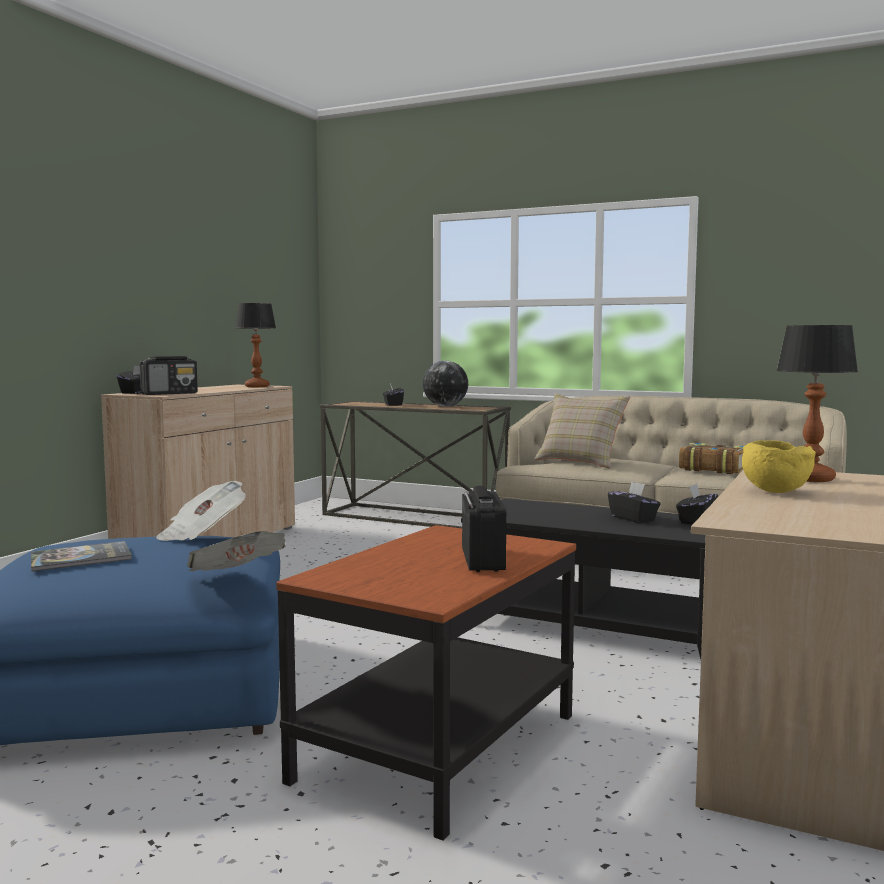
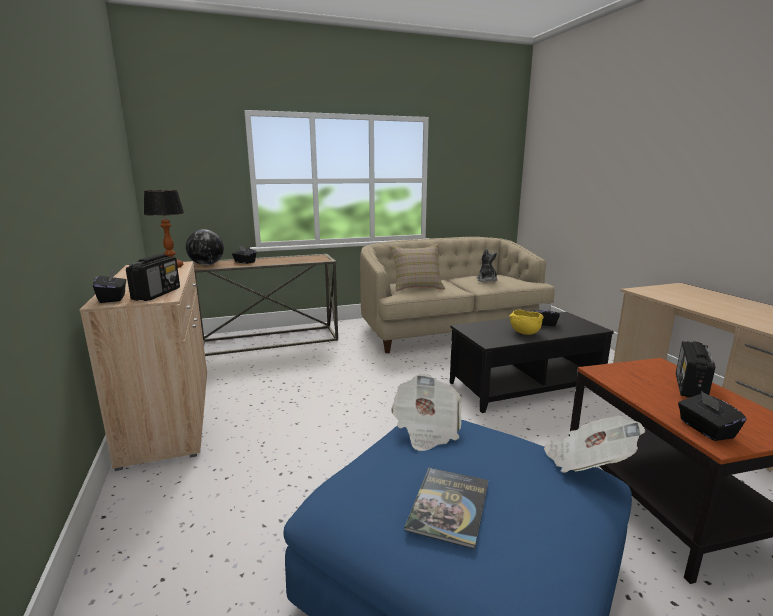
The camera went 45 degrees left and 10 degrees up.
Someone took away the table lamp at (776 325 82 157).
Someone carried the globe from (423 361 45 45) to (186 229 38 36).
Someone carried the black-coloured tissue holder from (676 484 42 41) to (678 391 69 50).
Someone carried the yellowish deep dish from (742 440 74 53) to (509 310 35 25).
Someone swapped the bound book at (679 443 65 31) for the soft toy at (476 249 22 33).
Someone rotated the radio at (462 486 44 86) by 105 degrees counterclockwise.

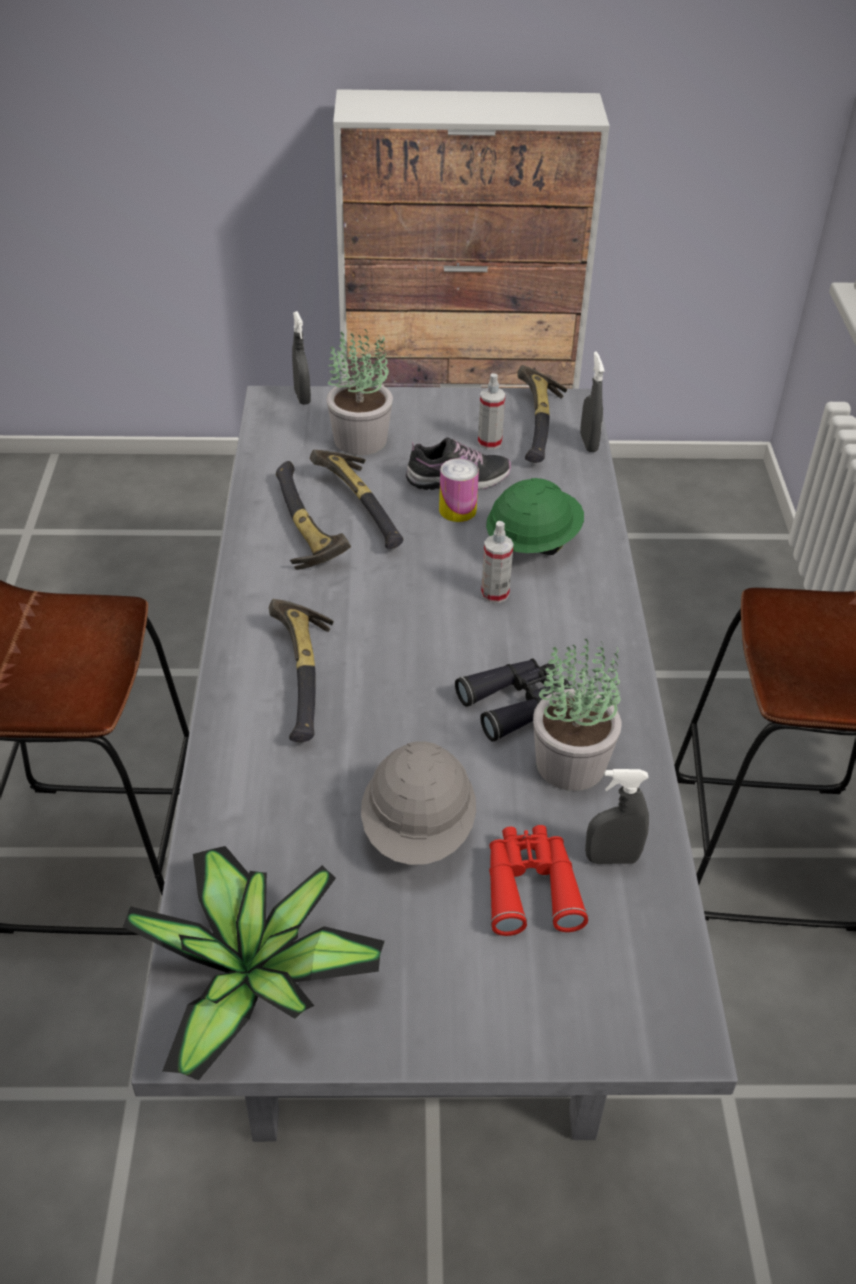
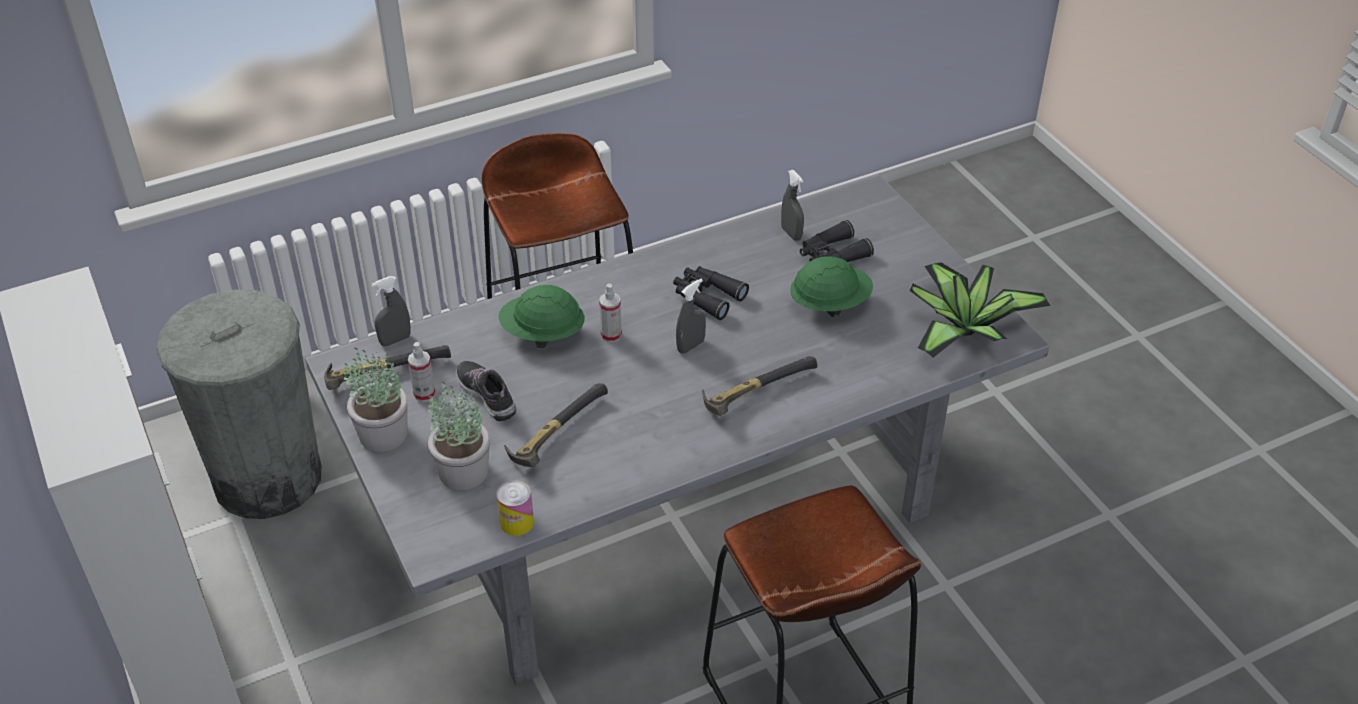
The camera went 115 degrees left and 0 degrees up.
Someone took away the hand hammer at (276 461 75 109).
Someone put down the gray rubbish bin at (156 289 166 230).
Someone carried the gray sprayer from (292 311 19 94) to (676 279 30 75).
Someone carried the sealed can from (439 458 40 64) to (496 480 38 56).
Someone carried the plant in a pot from (533 638 88 153) to (344 347 64 105).
Someone repainted the gray hard hat at (361 741 115 124), which became the green-coloured hard hat at (790 256 83 61).
Someone repainted the reddish field glasses at (489 825 99 111), which became the black-coloured field glasses at (800 220 74 42).

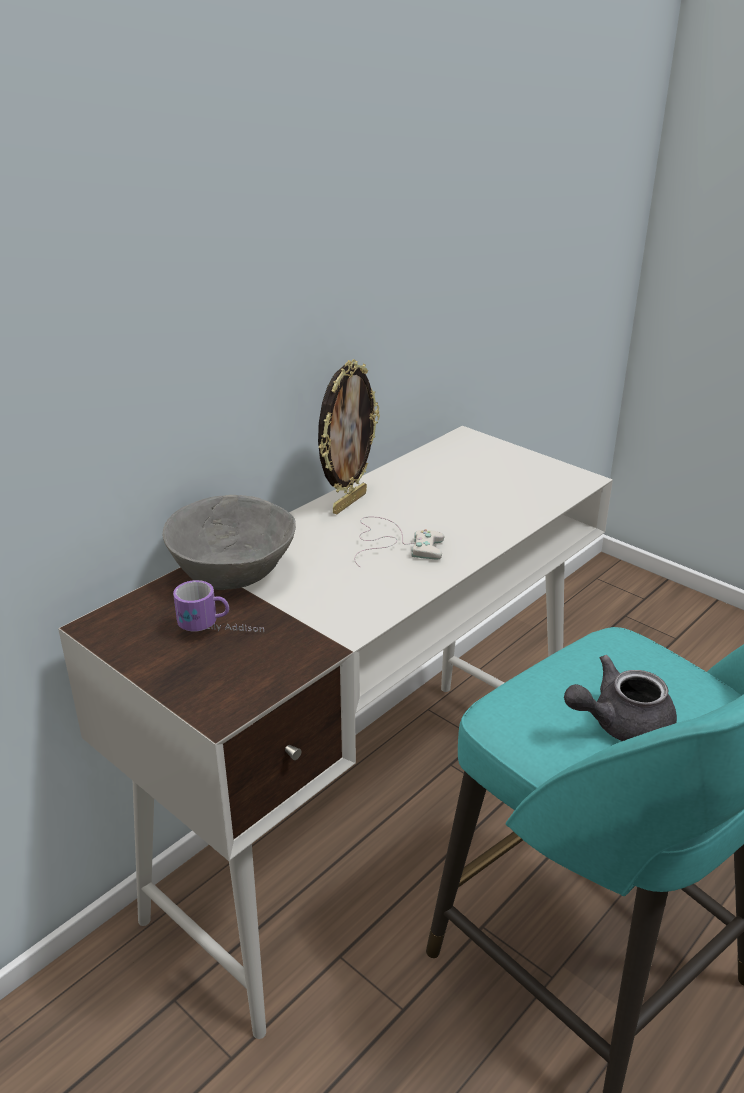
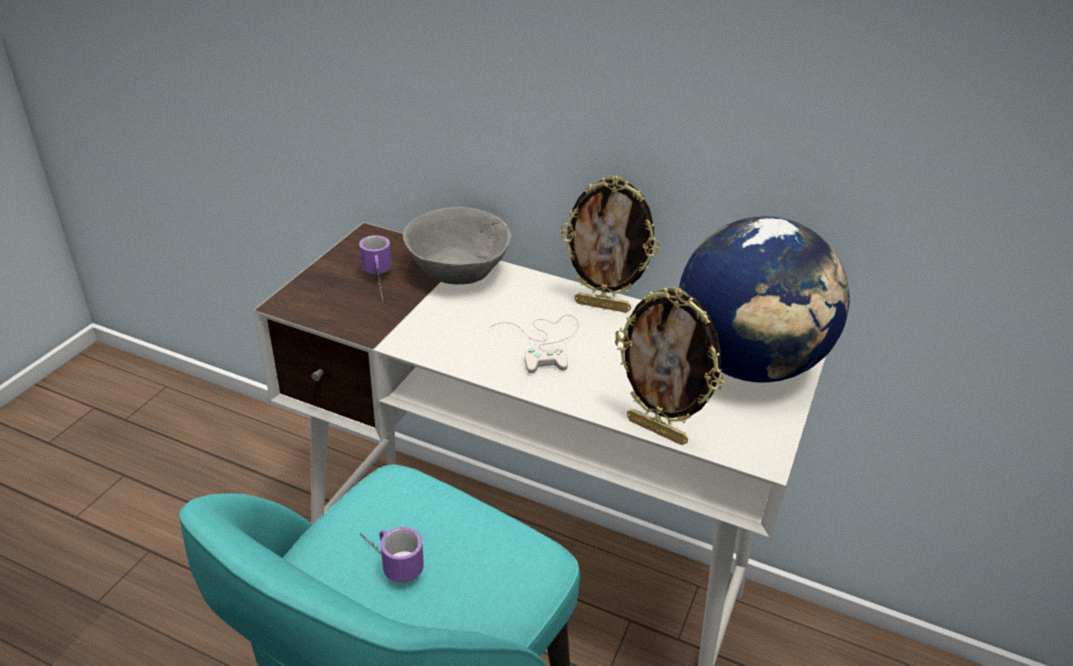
The camera went 70 degrees right and 5 degrees up.
Someone put down the picture frame at (615 287 109 158).
Someone put down the globe at (679 216 170 167).
Someone swapped the gray pot for tea at (564 655 113 86) for the mug at (360 527 64 56).

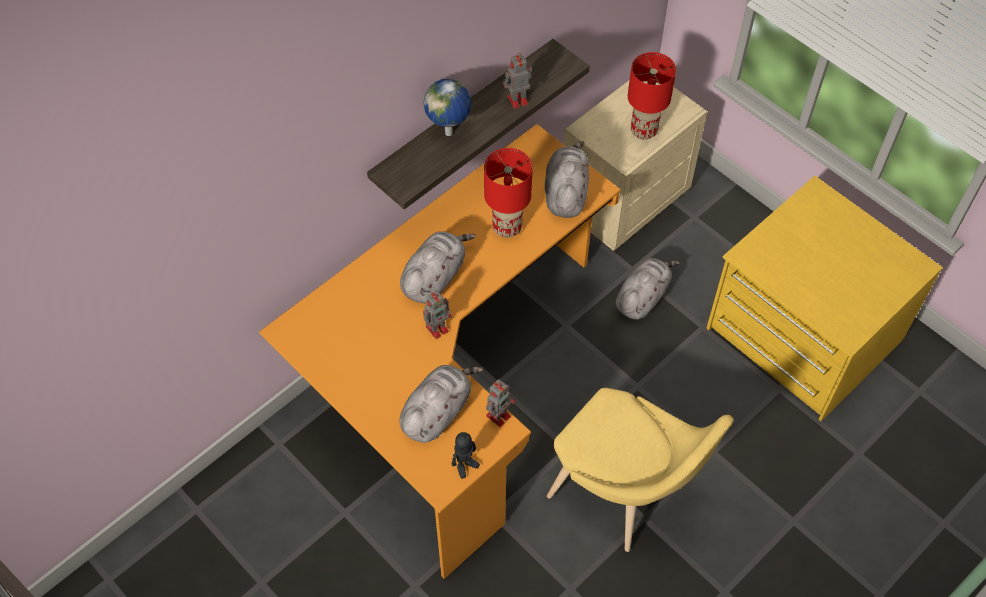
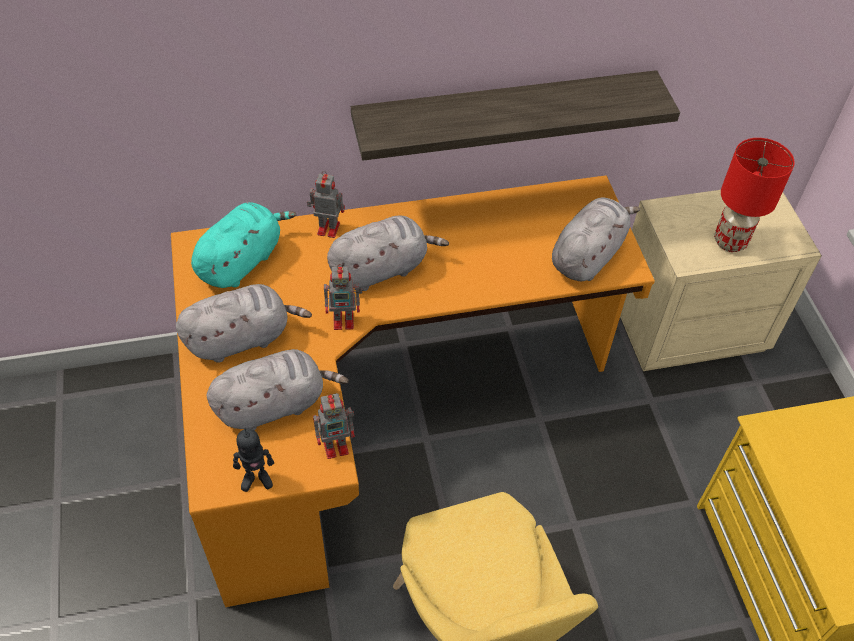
The camera went 30 degrees right and 5 degrees down.
Someone took away the globe at (423 79 48 57).
Someone took away the reddish table lamp at (484 148 49 90).
Someone put down the turquoise-coloured soft toy at (191 202 105 86).
Someone carried the robot figure from (503 53 29 56) to (307 171 38 67).
Someone carried the gray soft toy from (616 258 64 62) to (176 284 136 79).

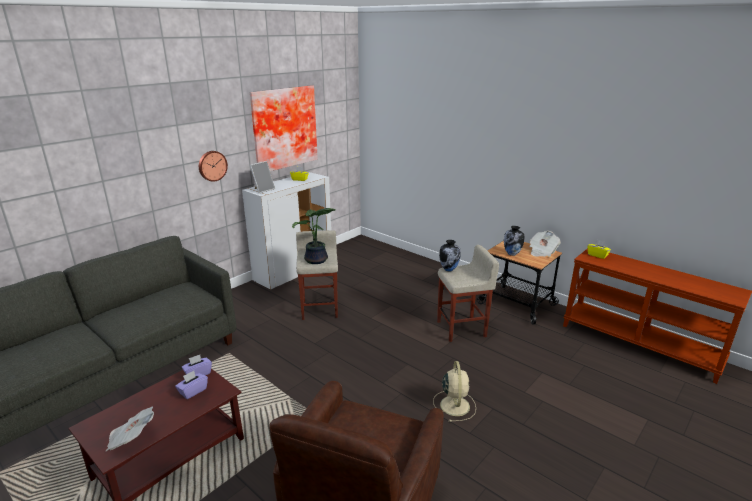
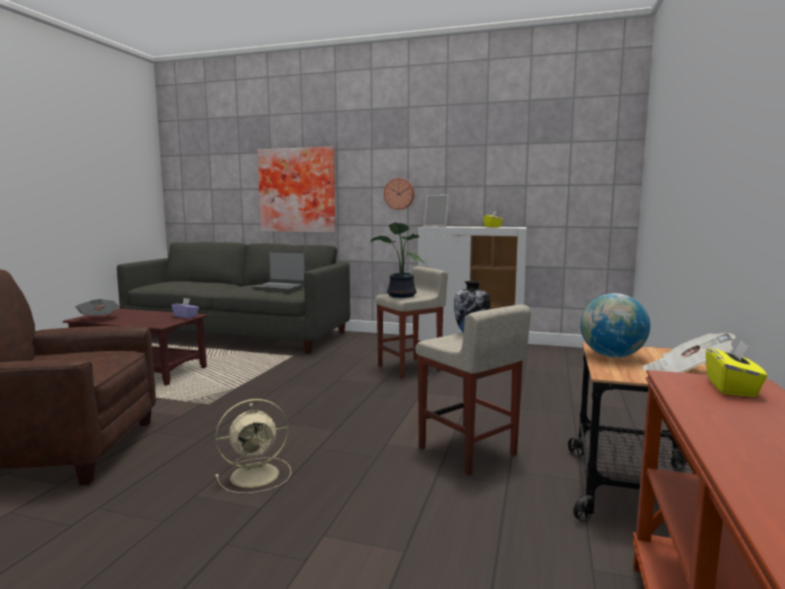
The camera went 65 degrees right and 15 degrees down.
Someone took away the purple tissue holder at (175 371 33 28).
Someone put down the notebook computer at (252 251 54 40).
Someone carried the wall art from (250 85 68 86) to (257 147 78 85).
Someone swapped the flower vase at (504 226 21 30) for the globe at (580 293 70 65).

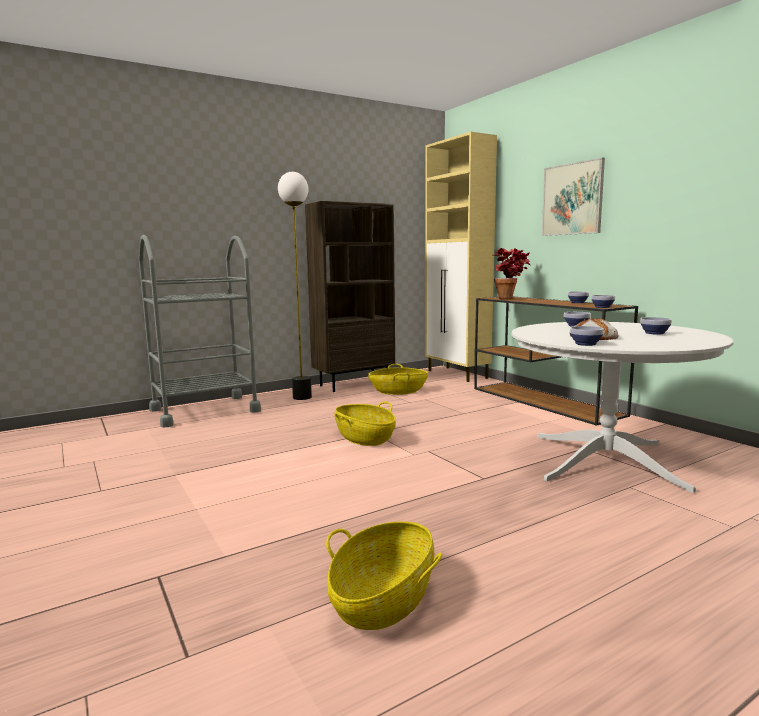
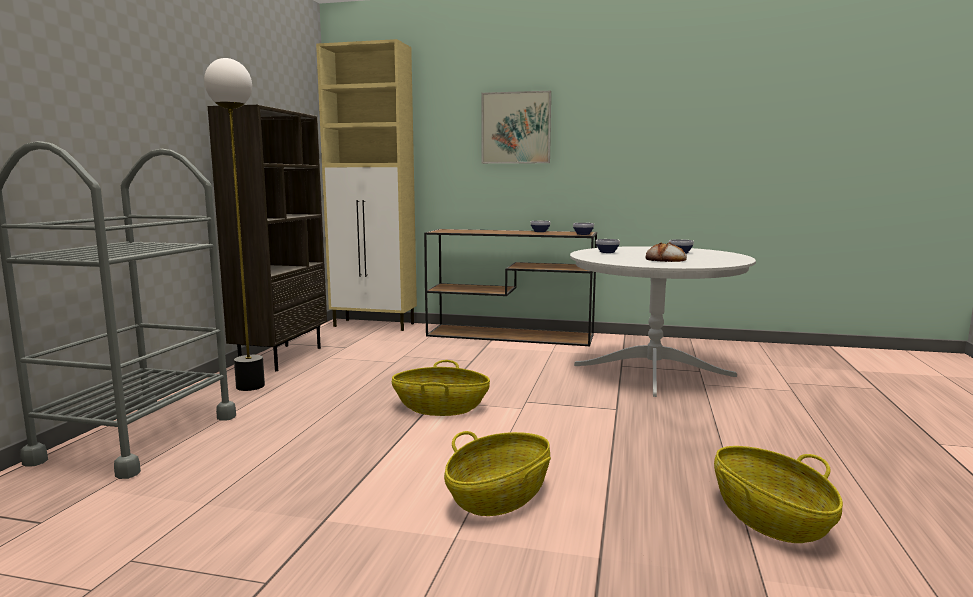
The camera went 45 degrees left and 0 degrees up.
Someone took away the plant in a pot at (493 248 37 51).
Someone took away the deep dish at (570 326 34 20).
Someone carried the household basket from (368 364 60 31) to (444 431 107 85).

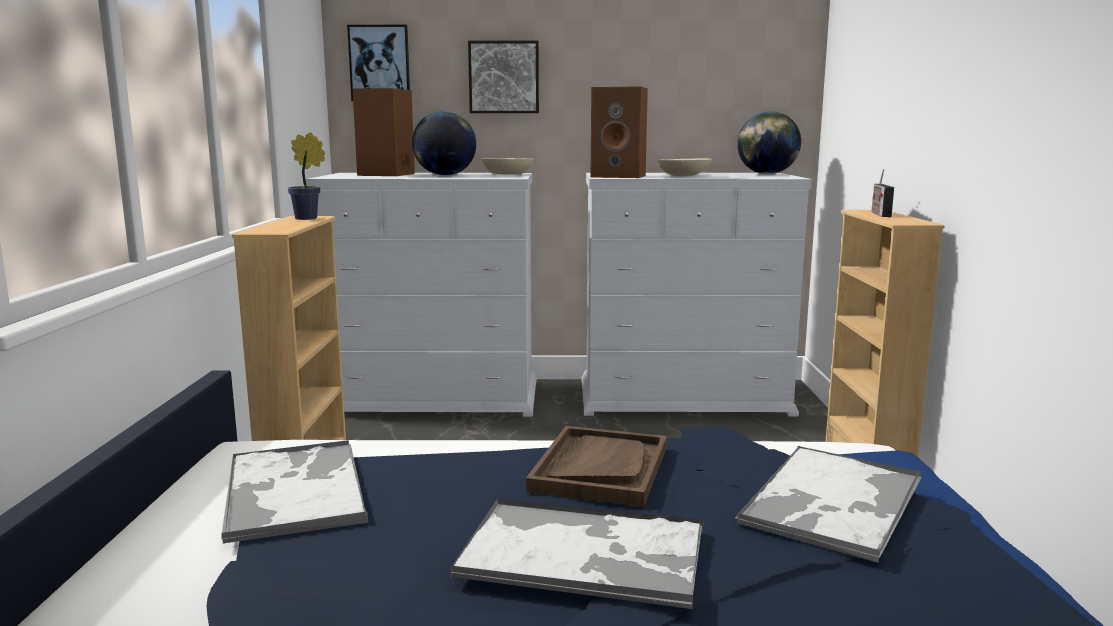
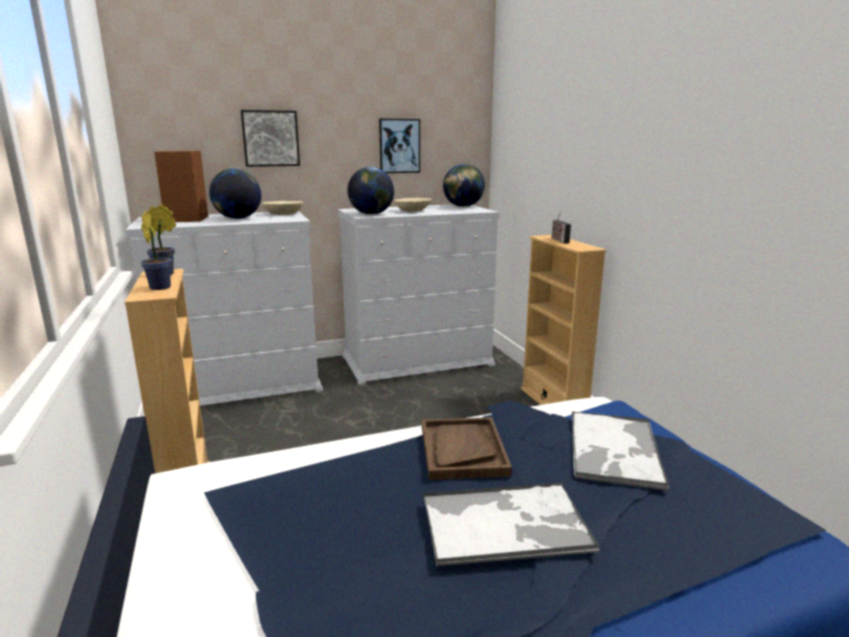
The camera went 20 degrees left and 5 degrees up.
Someone took away the tray at (221 440 147 103).
Someone put down the plant in a pot at (141 211 31 79).
Someone carried the wall art from (347 25 63 76) to (379 119 41 54).
Someone swapped the brown-coloured loudspeaker at (591 86 57 92) for the globe at (347 167 47 48).

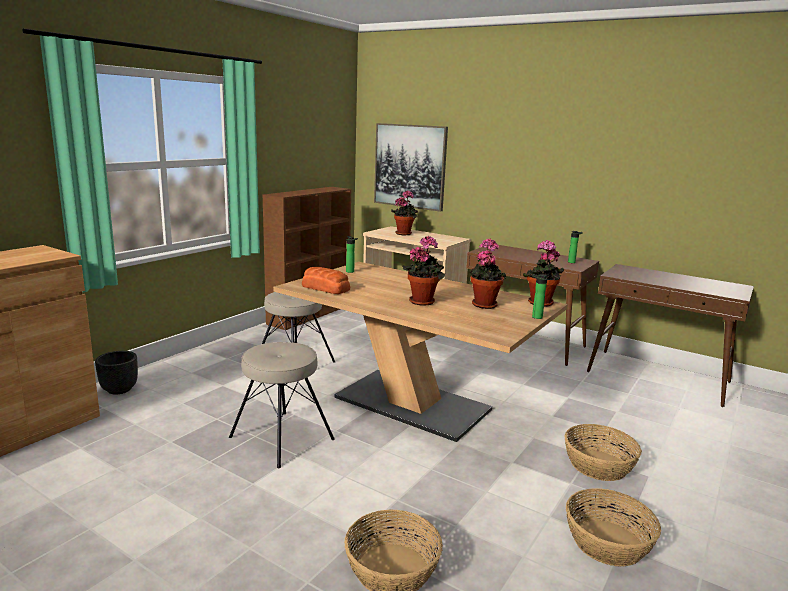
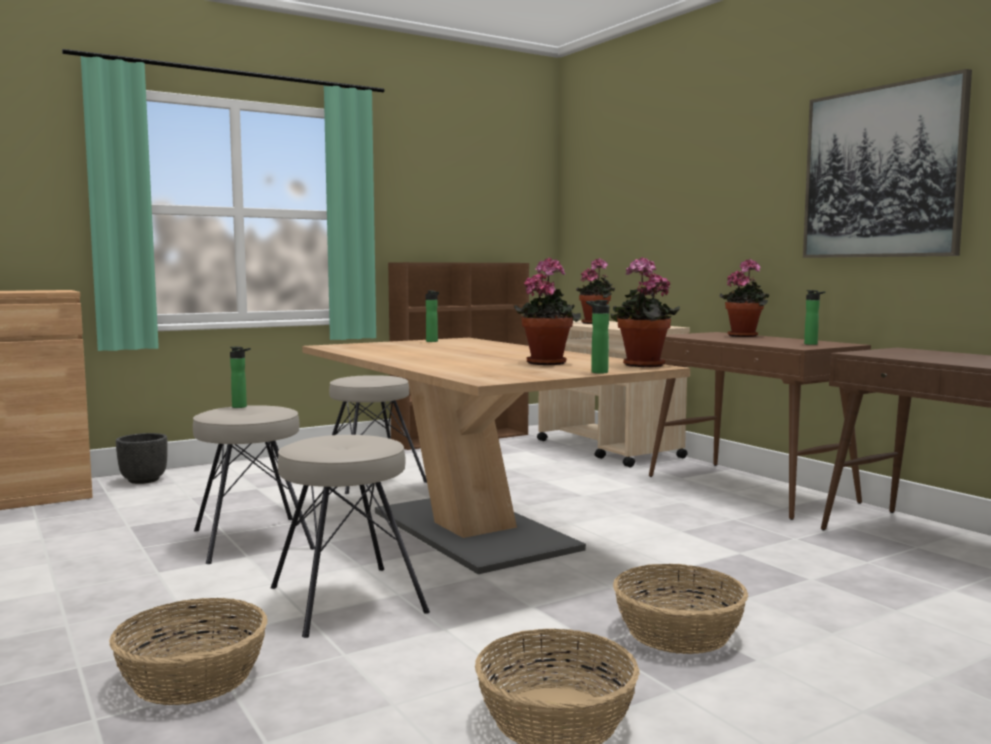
The camera went 25 degrees right and 10 degrees down.
Someone took away the bakery bread at (302 267 48 27).
Someone put down the beverage bottle at (230 347 21 61).
Someone put down the beige-coloured stool at (271 435 159 203).
Someone carried the wall art from (374 123 74 89) to (803 69 169 189).
Someone carried the plant in a pot from (403 235 42 71) to (719 259 50 78).

